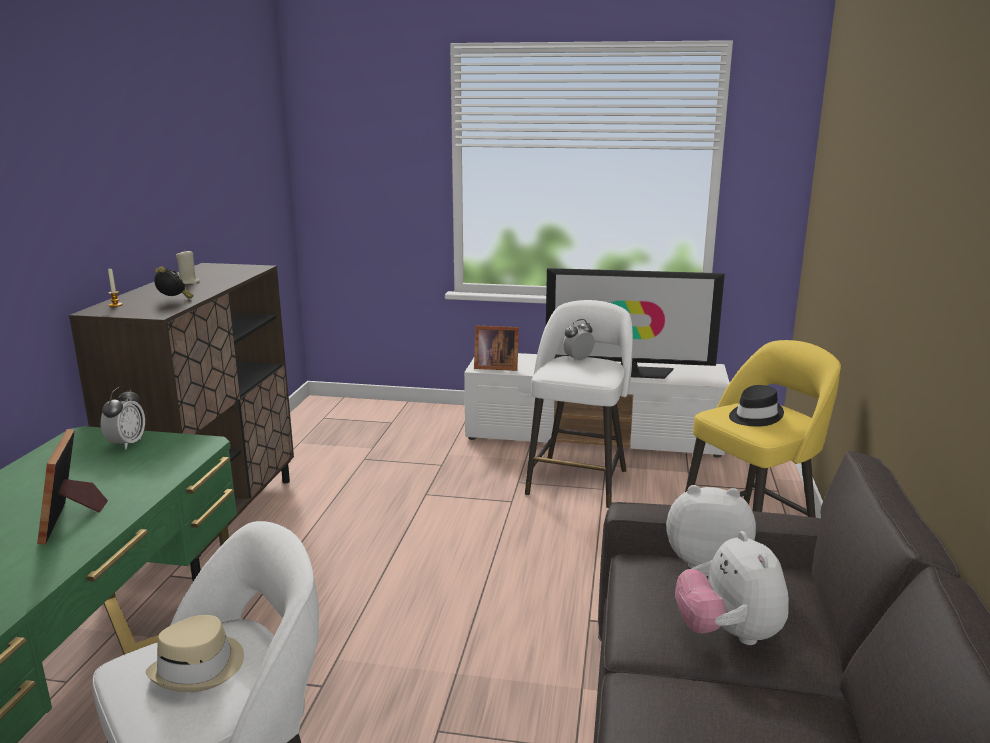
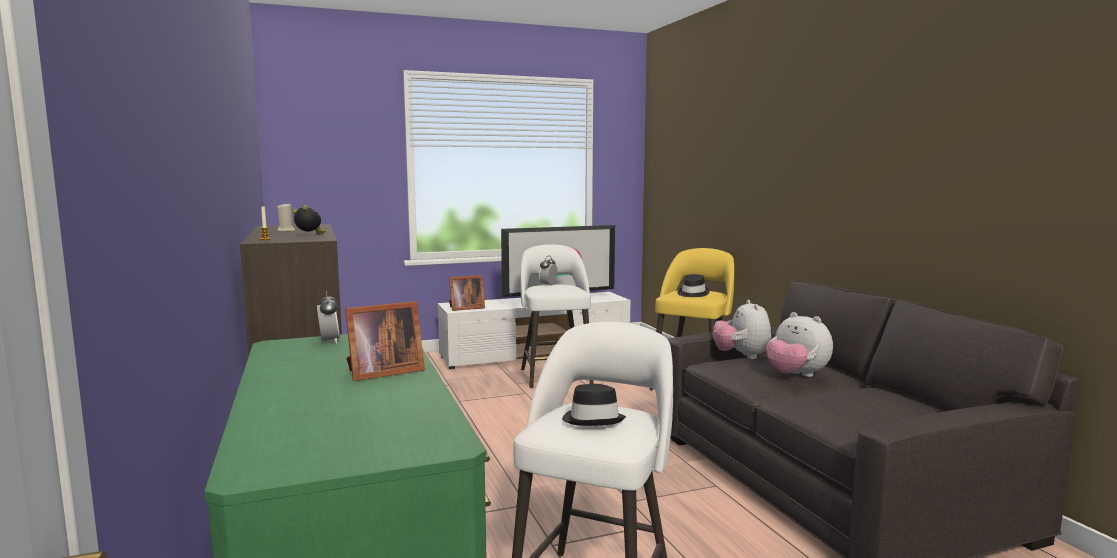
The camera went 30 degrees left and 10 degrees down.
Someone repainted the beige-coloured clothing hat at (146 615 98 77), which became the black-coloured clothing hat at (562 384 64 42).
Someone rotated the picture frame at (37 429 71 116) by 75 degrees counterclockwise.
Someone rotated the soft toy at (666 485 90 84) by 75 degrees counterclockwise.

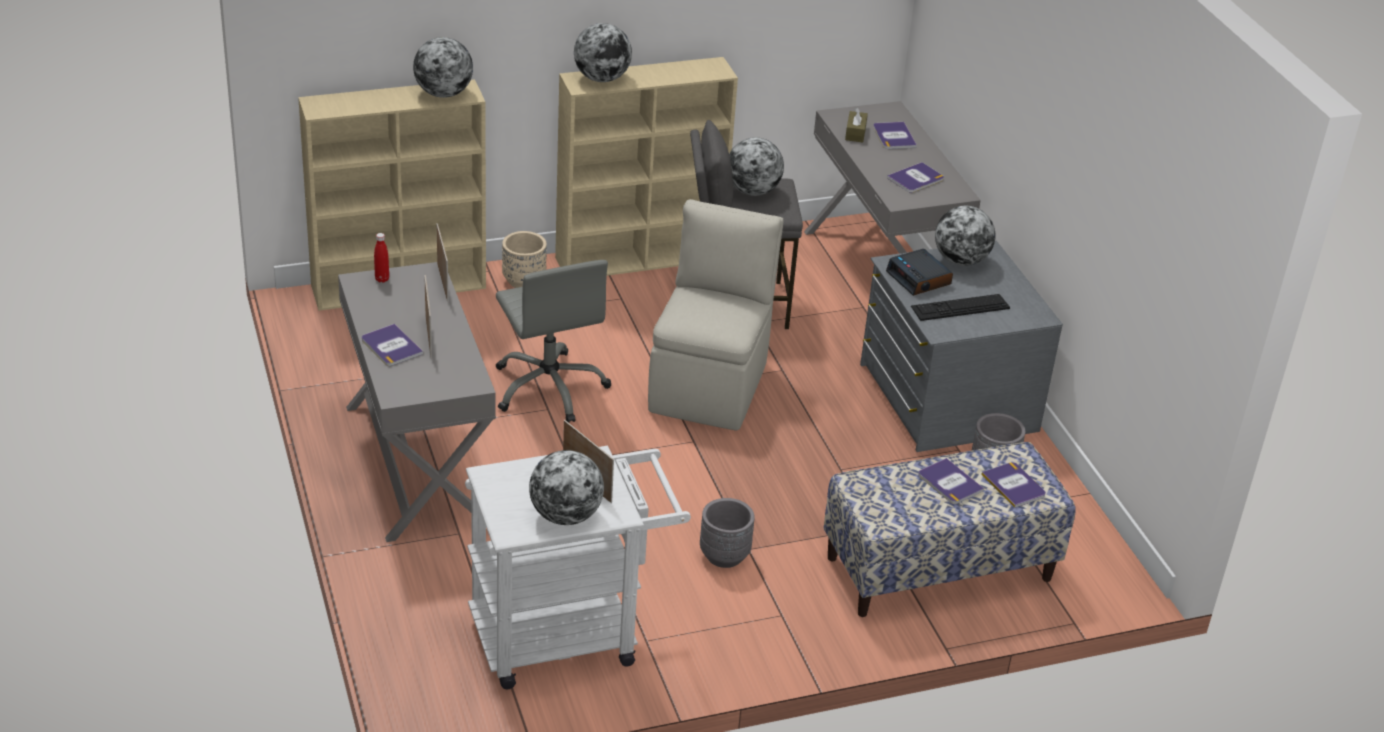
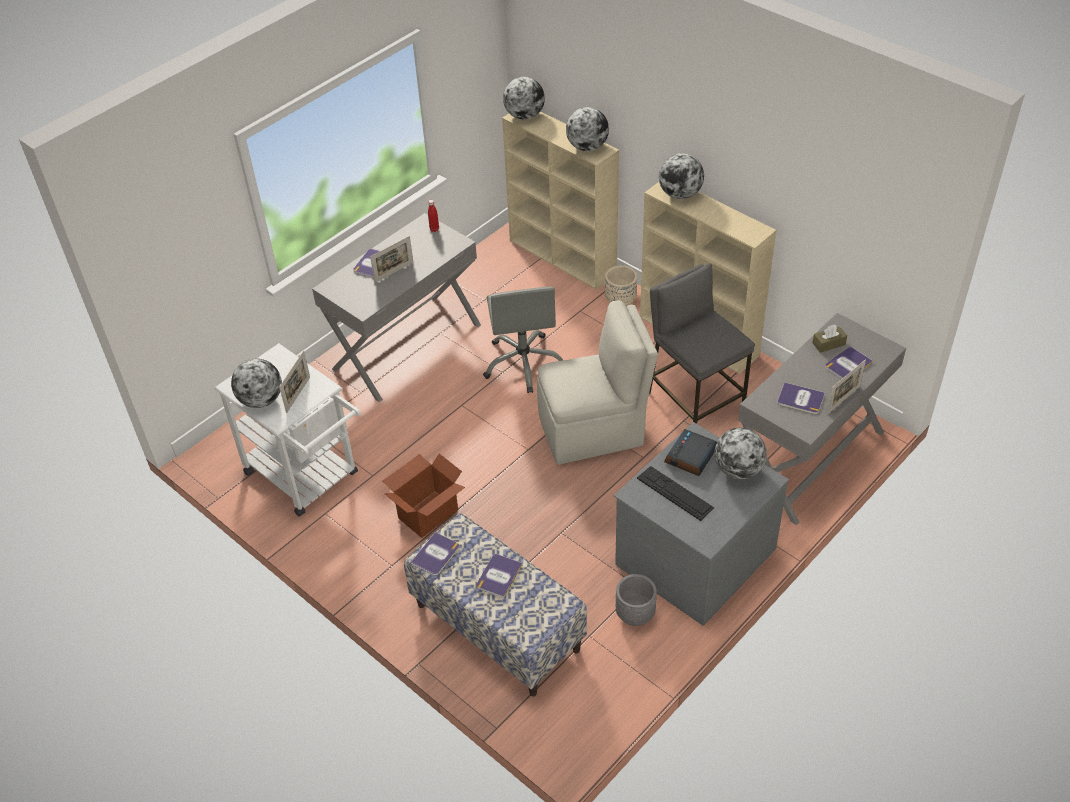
The camera went 65 degrees right and 10 degrees up.
Someone carried the picture frame from (436 223 13 79) to (827 359 39 55).
Someone carried the globe from (729 137 55 59) to (503 77 42 43).
Someone carried the bound book from (981 462 65 46) to (411 532 48 44).
Someone swapped the gray planter at (700 498 55 70) for the cardboard box at (382 454 83 84).
Someone rotated the gray desk chair at (496 260 115 163) by 45 degrees counterclockwise.

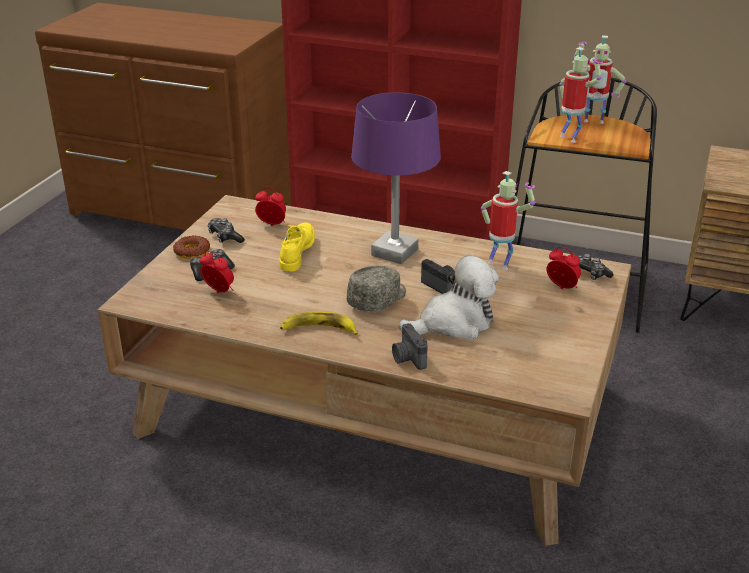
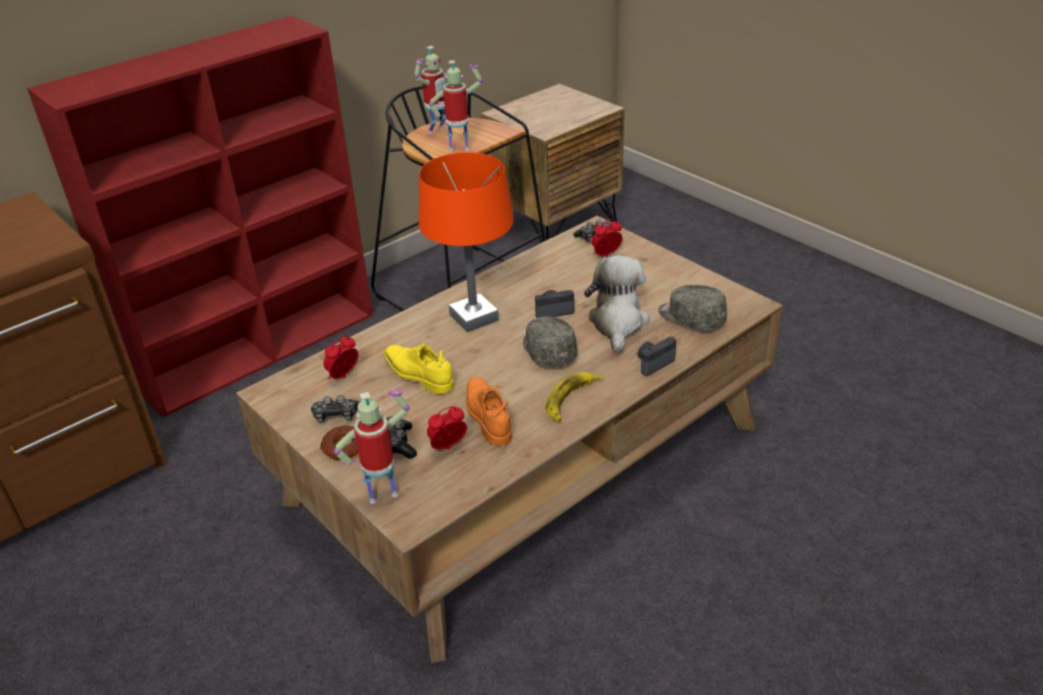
The camera went 60 degrees left and 5 degrees up.
Someone put down the orange-coloured shoe at (466 377 46 68).
Someone put down the gray cap at (658 285 69 45).
Someone carried the robot figure from (481 171 54 99) to (334 388 75 116).
Someone repainted the purple table lamp at (351 92 90 172), which became the orange-coloured table lamp at (419 152 95 180).
Someone rotated the photo camera at (392 323 36 47) by 135 degrees clockwise.

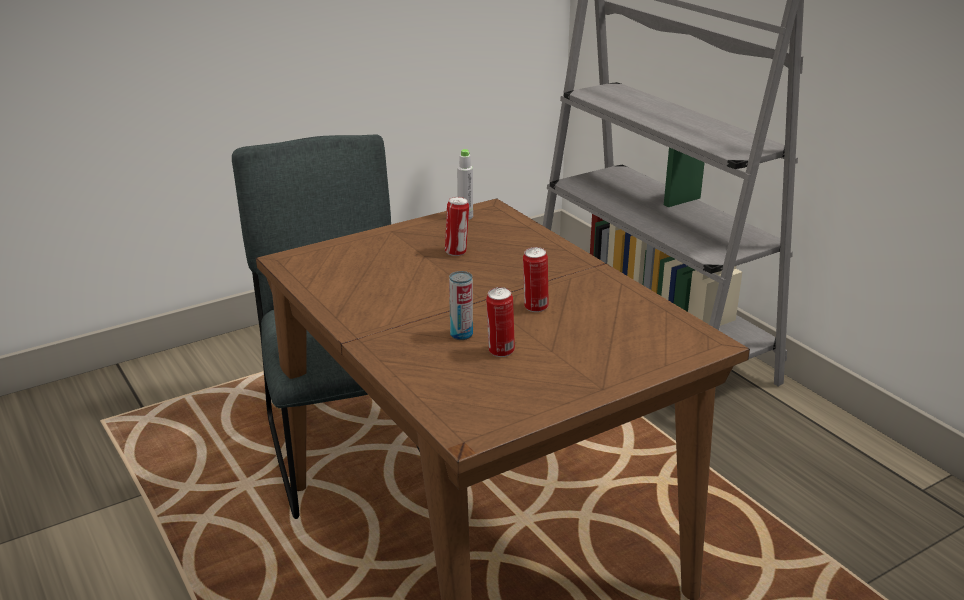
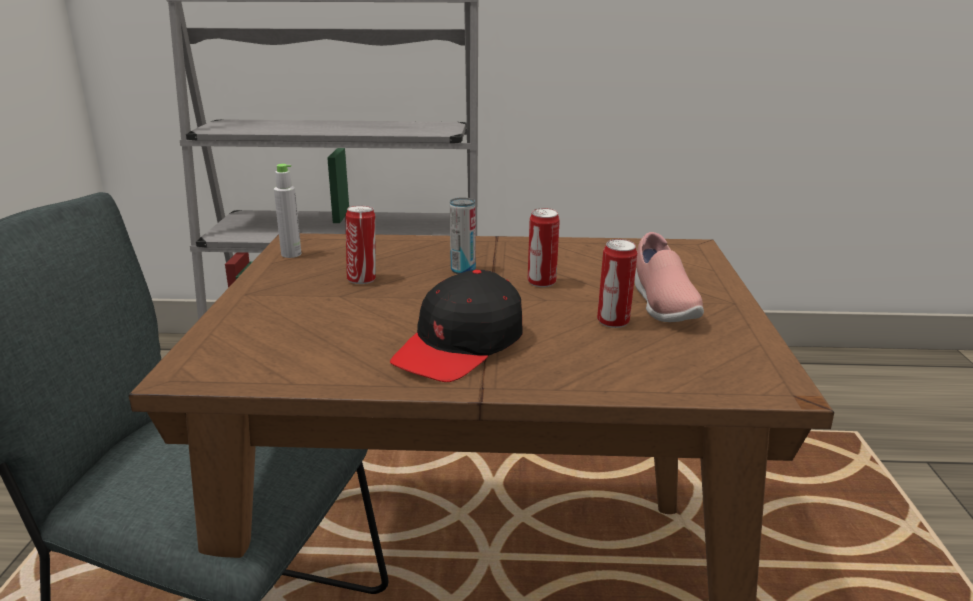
The camera went 55 degrees left and 5 degrees down.
Someone put down the black-coloured cap at (390 270 133 112).
Someone put down the pink shoe at (635 232 69 90).
Someone carried the sealed can from (449 271 24 69) to (450 197 26 77).

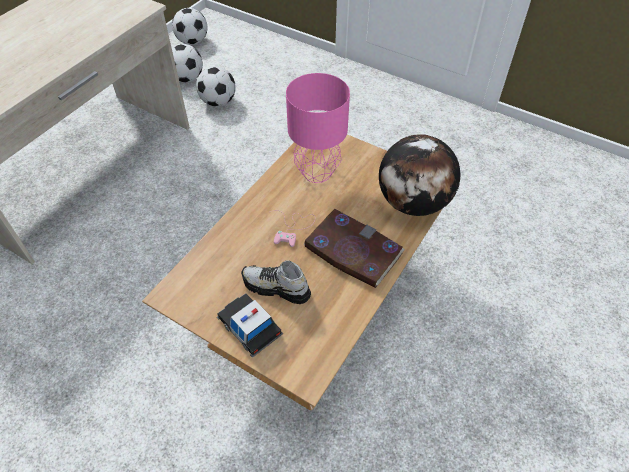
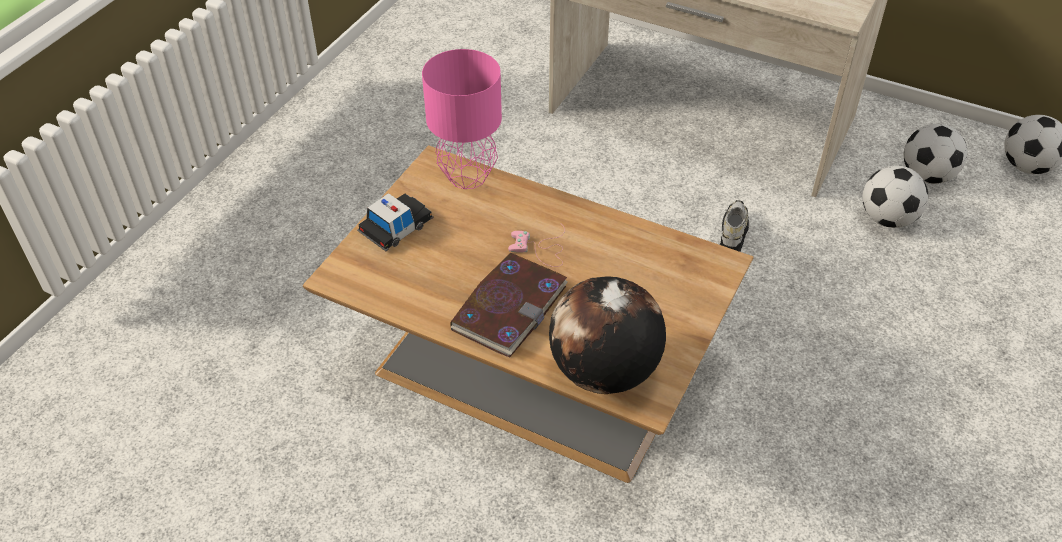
The camera went 85 degrees right and 5 degrees down.
Someone carried the shoe from (241 260 70 44) to (720 200 29 52).
Someone carried the pink table lamp from (286 73 64 110) to (422 49 80 140).

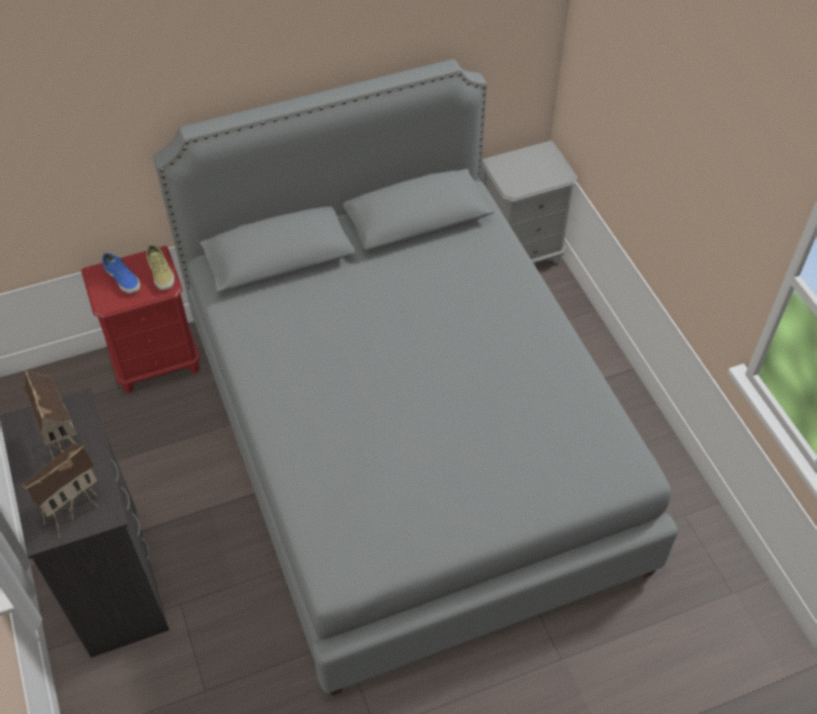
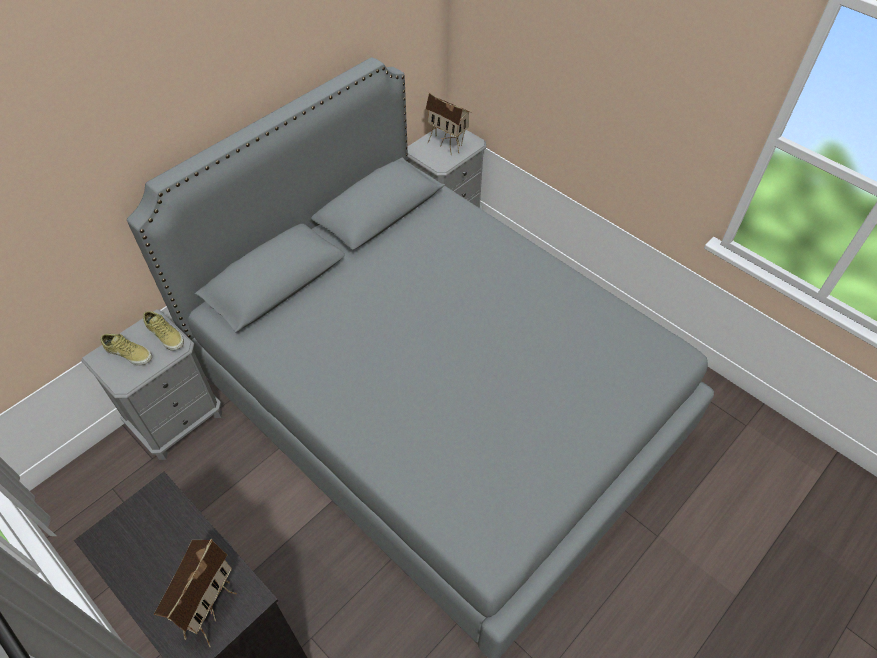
The camera went 25 degrees left and 0 degrees up.
Someone carried the toy house from (24 370 53 89) to (425 92 47 64).
Someone repainted the reddish bedside table at (81 246 119 147), which became the gray bedside table at (81 309 141 151).
Someone repainted the blue-coloured shoe at (102 253 38 40), which became the beige-coloured shoe at (100 334 52 31).

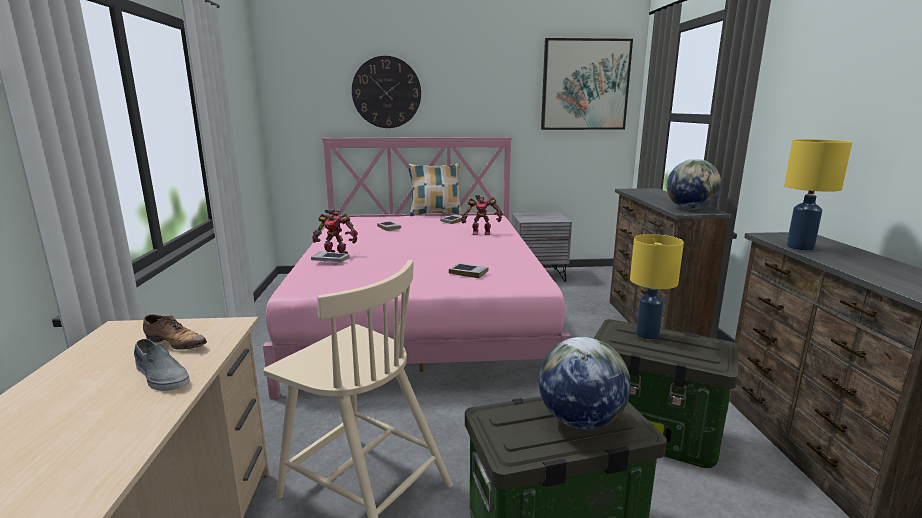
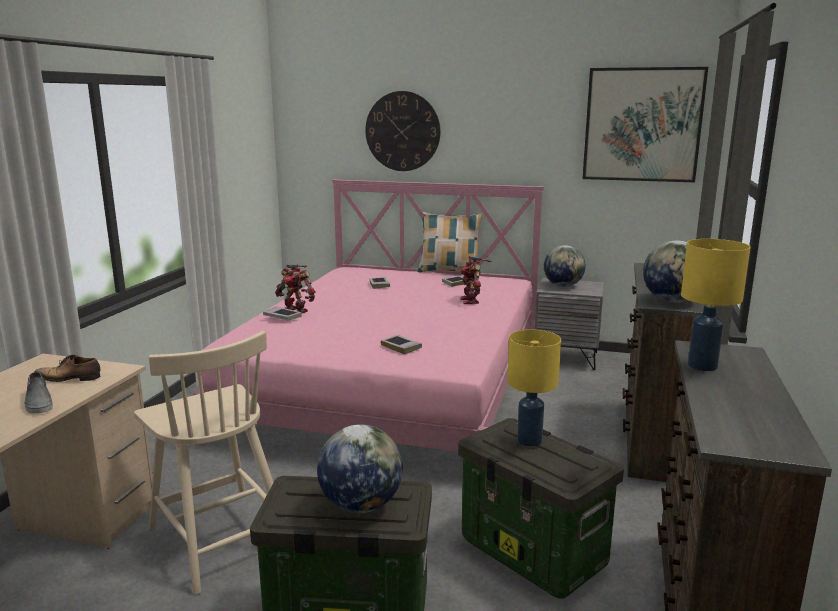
The camera went 20 degrees right and 0 degrees up.
Someone put down the globe at (544 245 42 42).
Someone rotated the shoe at (143 315 64 35) by 135 degrees clockwise.
Someone rotated the robot figure at (461 195 42 40) by 60 degrees clockwise.

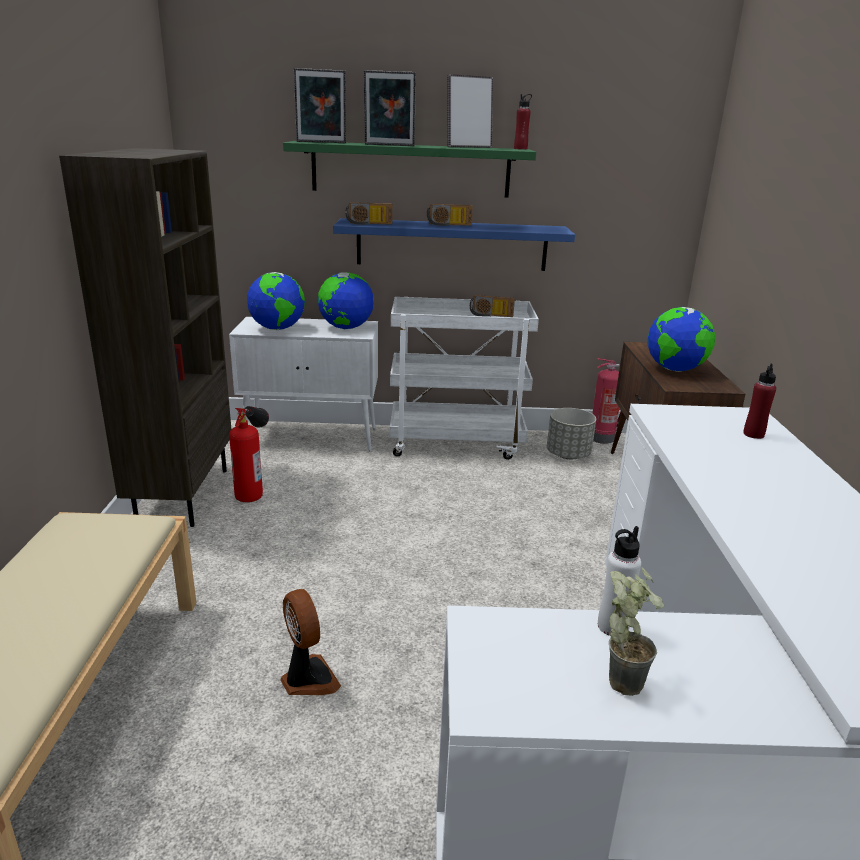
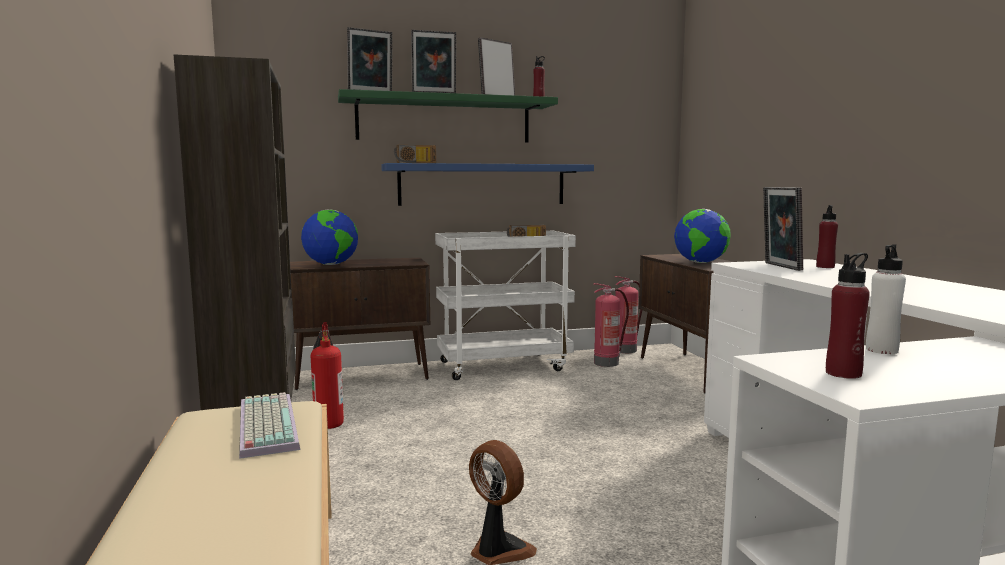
The camera went 15 degrees left and 15 degrees down.
Someone took away the globe at (318 272 56 57).
Someone took away the radio at (427 204 46 22).
Someone took away the plant in a pot at (609 567 55 129).
Someone put down the PC keyboard at (239 392 61 67).
Someone put down the picture frame at (763 187 40 84).
Someone put down the reddish beverage bottle at (826 253 44 126).
Someone swapped the gray planter at (547 408 49 51) for the extinguisher at (594 283 35 84).
Someone repainted the white-coloured cupboard at (229 317 149 134), which became the brown-coloured cupboard at (290 258 140 132).

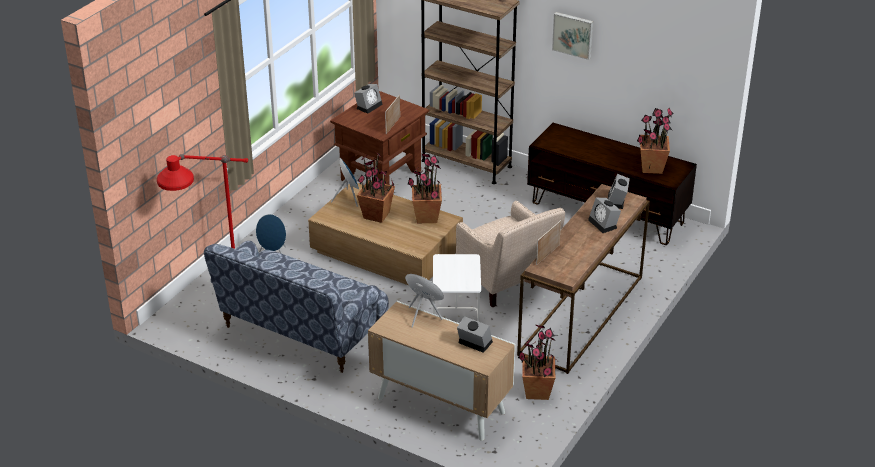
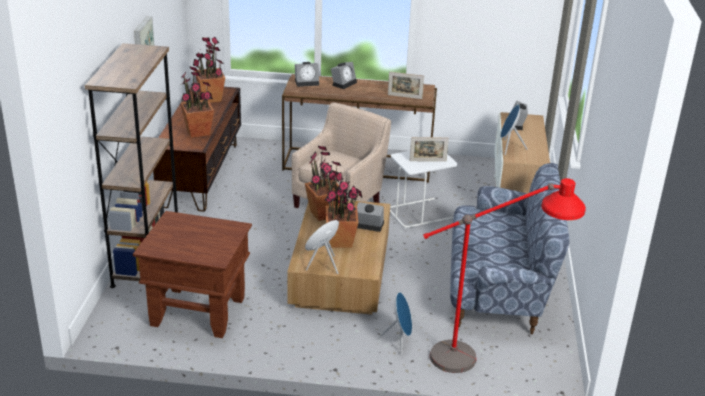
The camera went 115 degrees left and 5 degrees down.
Someone carried the table clock from (354 84 29 29) to (357 202 27 30).
Someone carried the picture frame from (385 94 15 40) to (409 137 40 25).
Someone carried the plant in a pot from (518 325 38 75) to (180 66 34 72).

